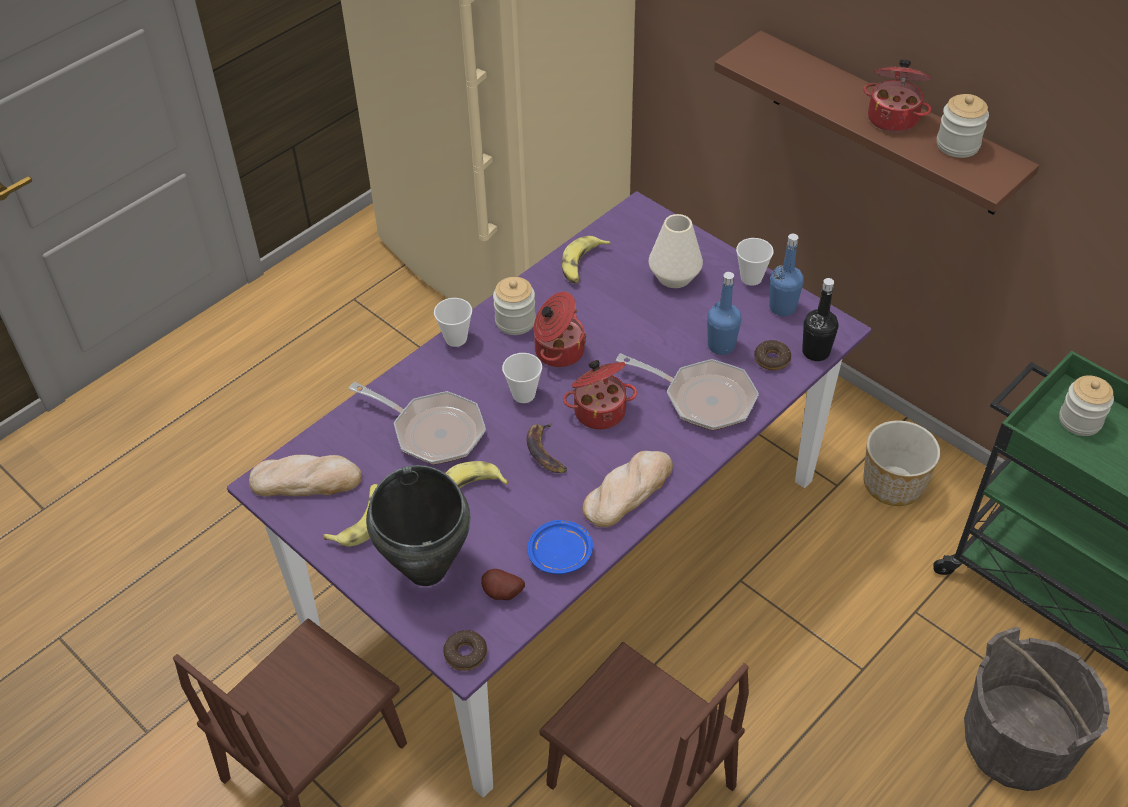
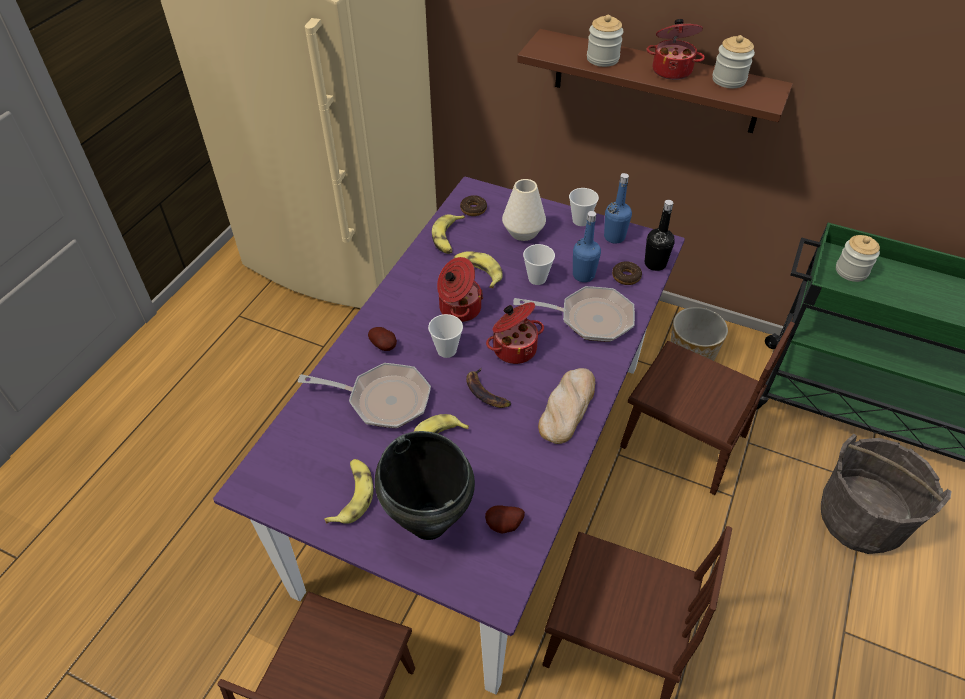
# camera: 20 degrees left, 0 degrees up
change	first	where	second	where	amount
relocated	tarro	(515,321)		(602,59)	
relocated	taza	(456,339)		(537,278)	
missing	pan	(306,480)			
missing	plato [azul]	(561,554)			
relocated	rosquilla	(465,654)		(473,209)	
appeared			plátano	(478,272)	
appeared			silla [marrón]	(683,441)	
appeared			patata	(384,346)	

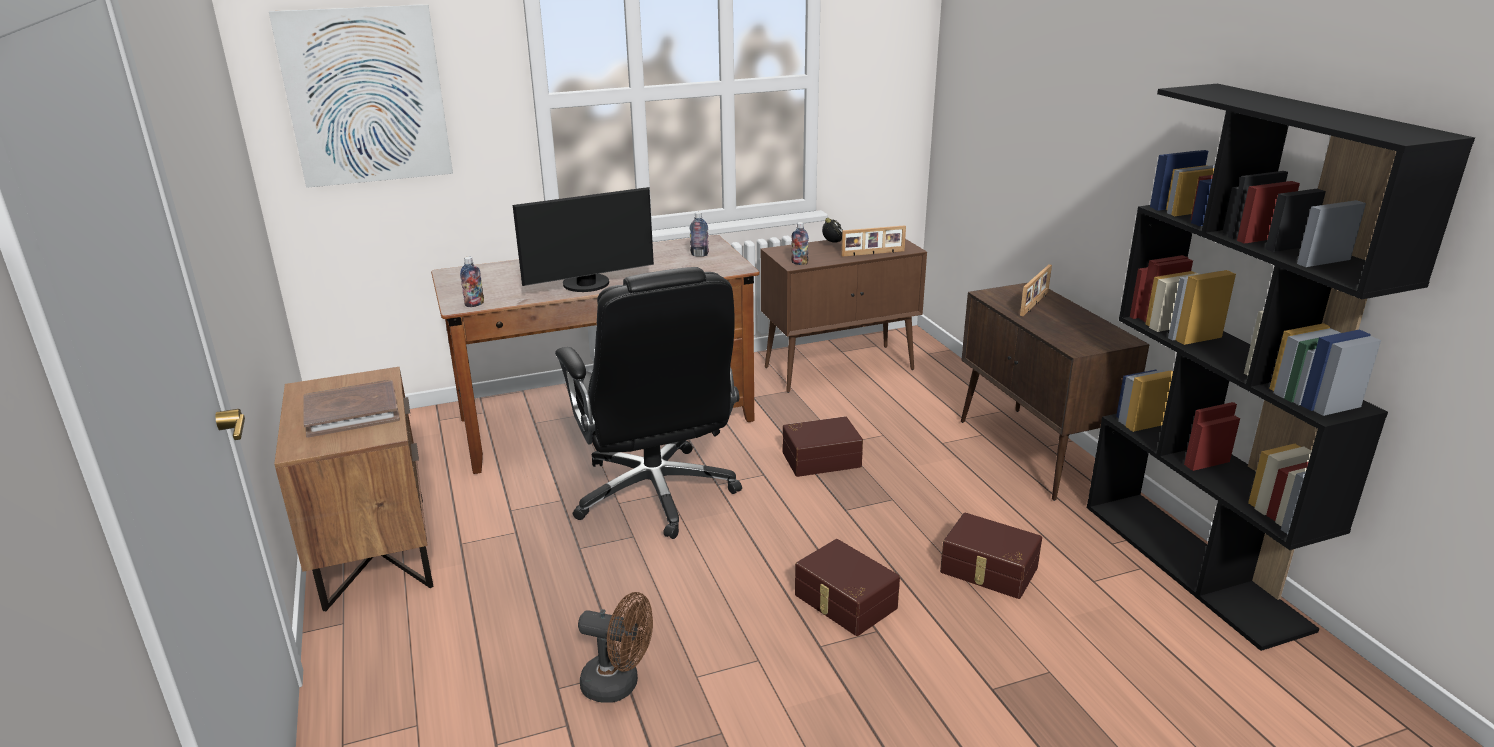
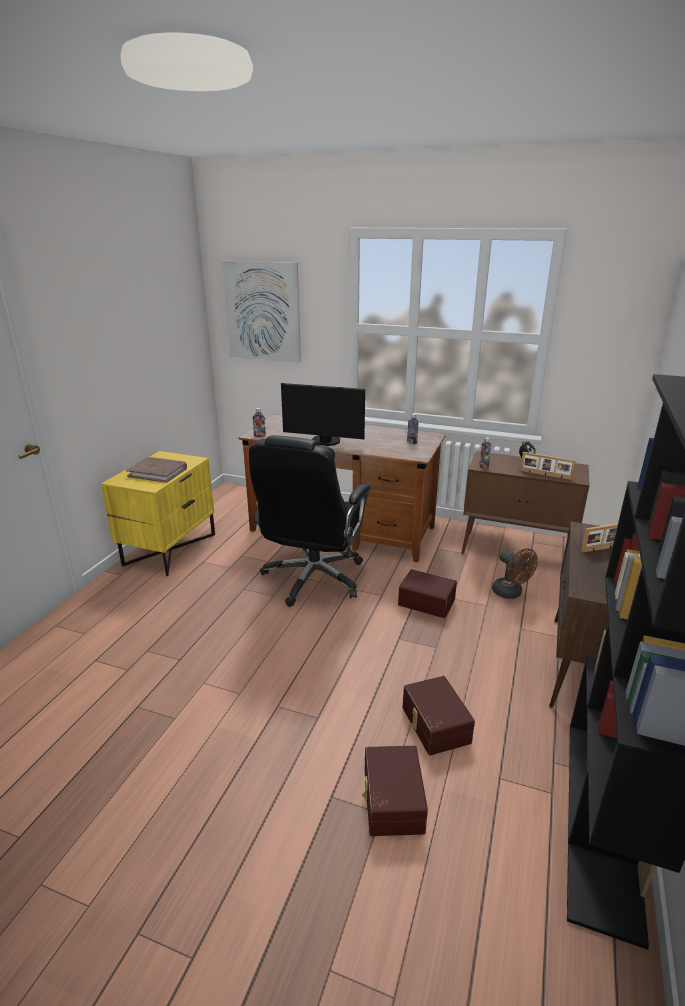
# camera: 40 degrees right, 0 degrees up
change	first	where	second	where	amount
colour	mesita de noche [marrón]	(374,552)	mesita de noche [amarillo]	(169,549)	
relocated	caja de almacenaje [marrón]	(844,602)		(391,800)	
relocated	ventilador [marrón]	(619,685)		(510,593)	

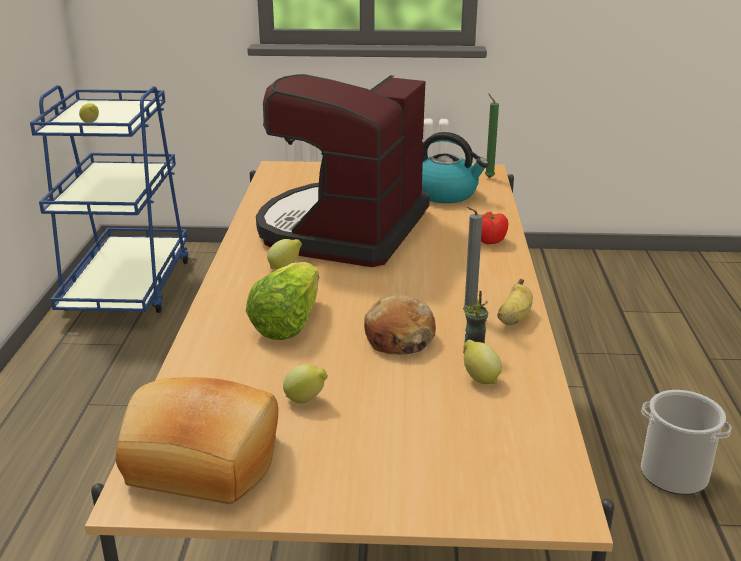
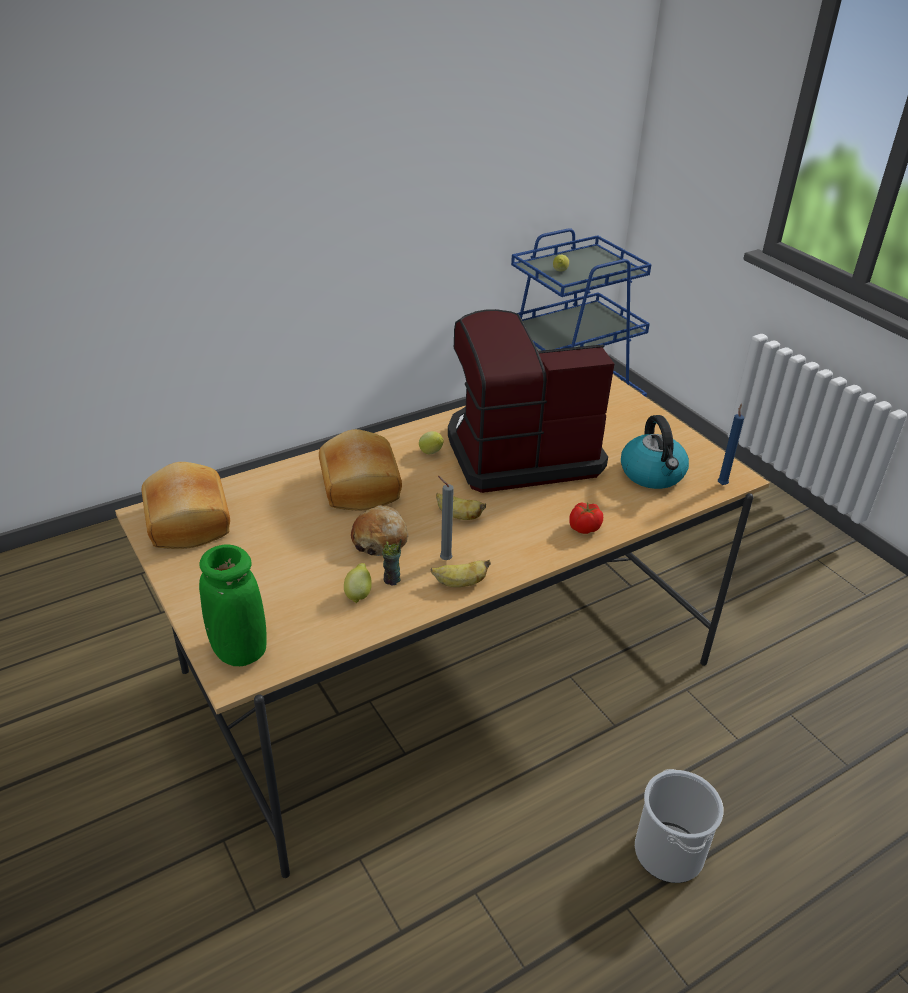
# camera: 55 degrees right, 10 degrees up
change	first	where	second	where	amount
colour	vela [verde]	(488,177)	vela [azul]	(722,484)	
exchanged	lechuga	(287,323)	pan	(358,486)	
missing	limón	(306,400)			
appeared			plátano	(458,516)	
appeared			florero [verde]	(239,650)	

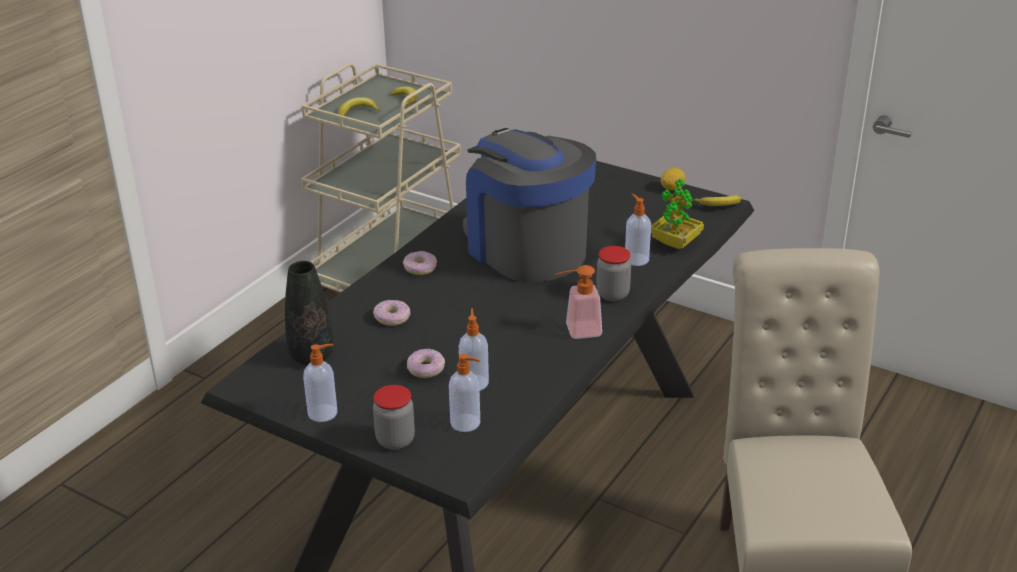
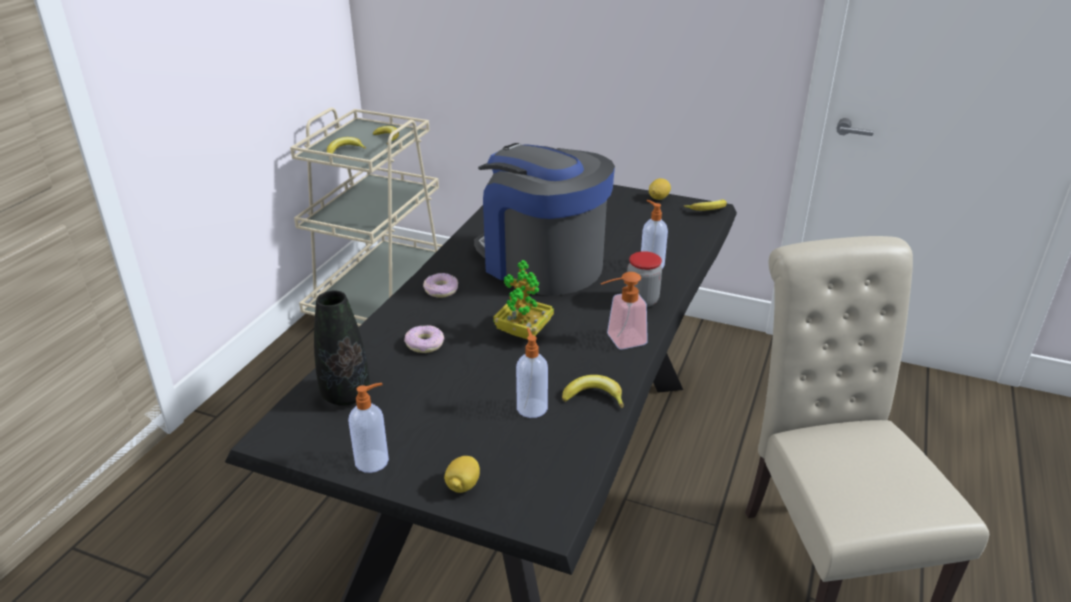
# camera: 10 degrees left, 0 degrees up
change	first	where	second	where	amount
relocated	planta en maceta	(675,242)		(524,331)	
missing	rosquilla	(426,368)			
missing	dispensador de jabón	(466,423)			
exchanged	tarro	(395,440)	limón	(463,486)	
appeared			plátano	(593,396)	

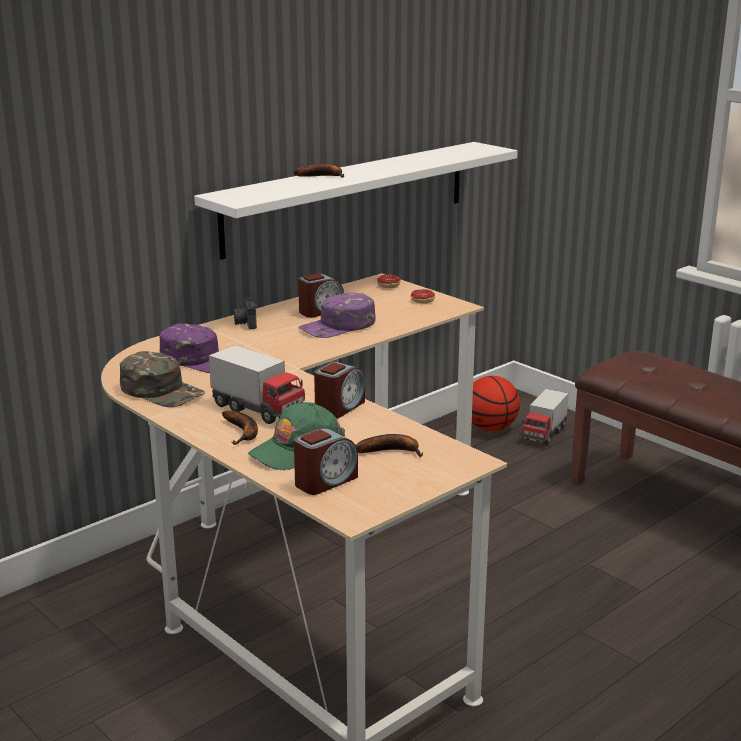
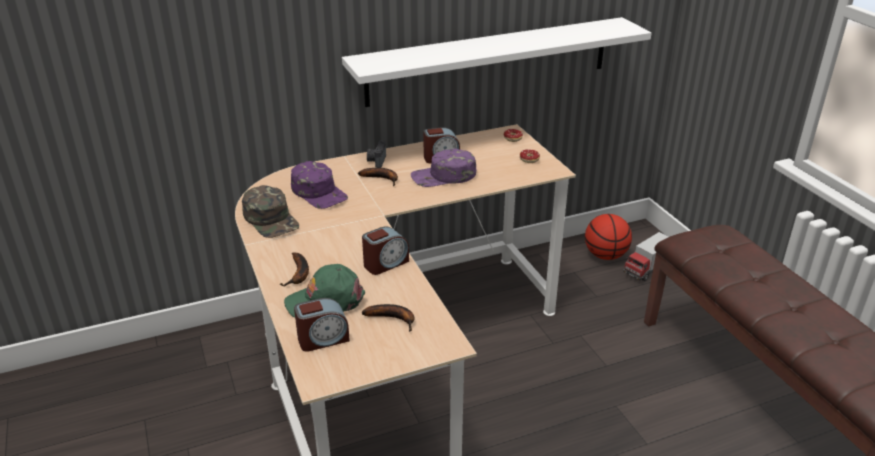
# camera: 20 degrees right, 10 degrees up
change	first	where	second	where	amount
relocated	plátano	(322,176)		(382,178)	
missing	camión de juguete	(258,410)			

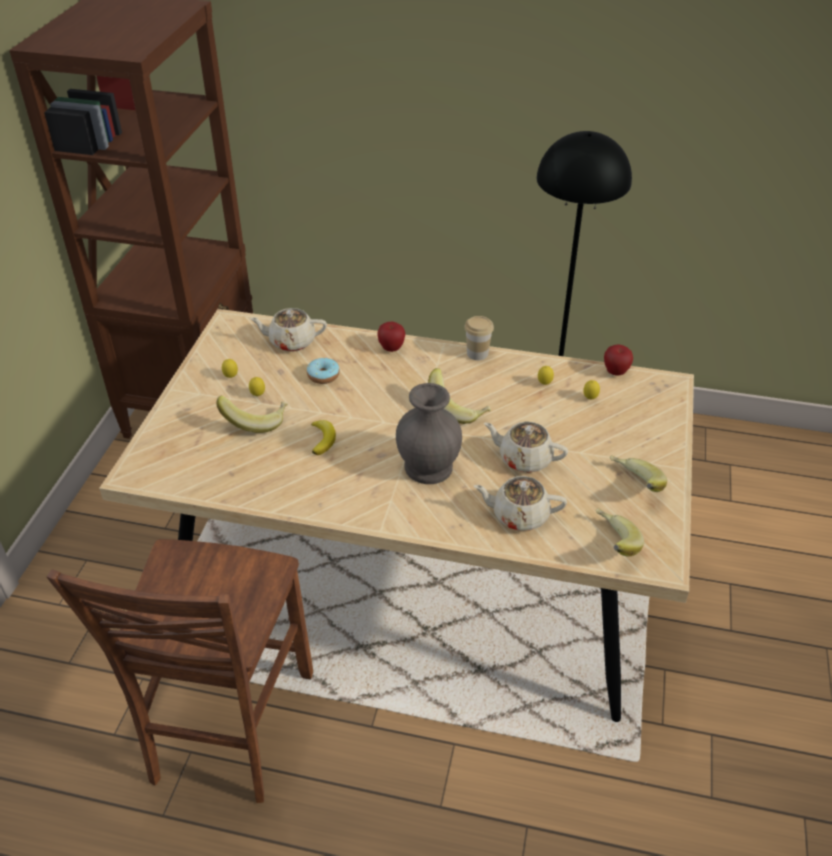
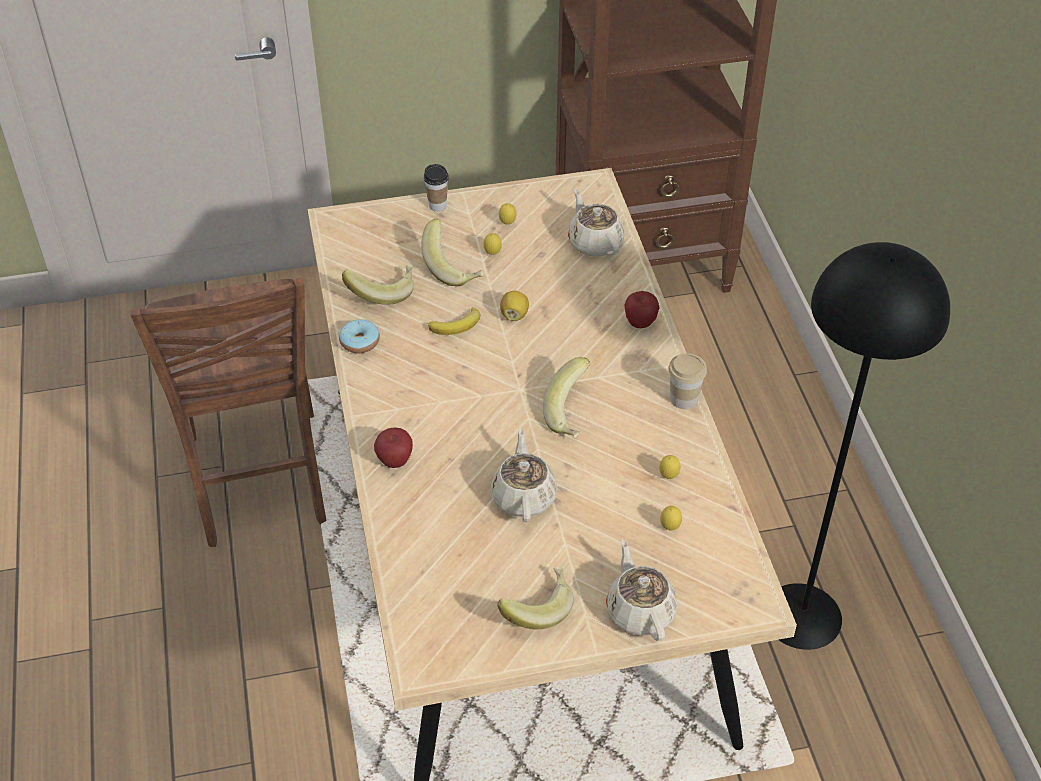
# camera: 65 degrees right, 5 degrees up
change	first	where	second	where	amount
relocated	manzana	(615,372)		(395,461)	
relocated	rosquilla	(323,376)		(360,342)	
missing	florero [gris]	(429,468)			
relocated	tetera [beis]	(519,515)		(640,610)	
relocated	plátano	(611,544)		(382,292)	
spun	silla [marrón]	(228,728)		(257,481)	90 degrees counterclockwise
appeared			taza	(437,206)	
appeared			limón	(514,315)	

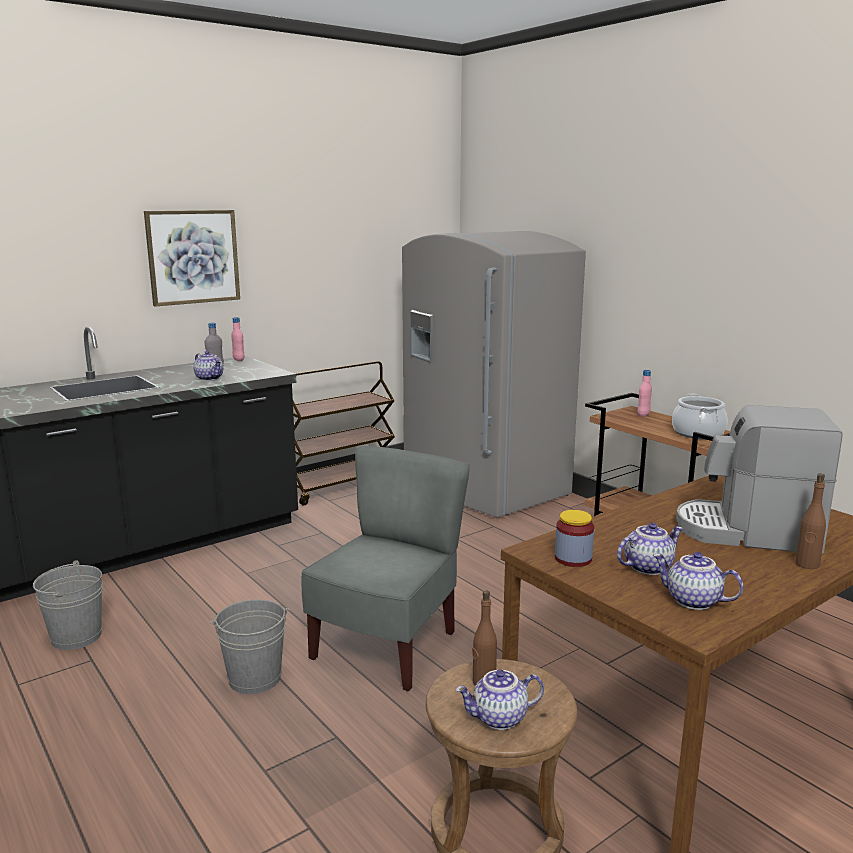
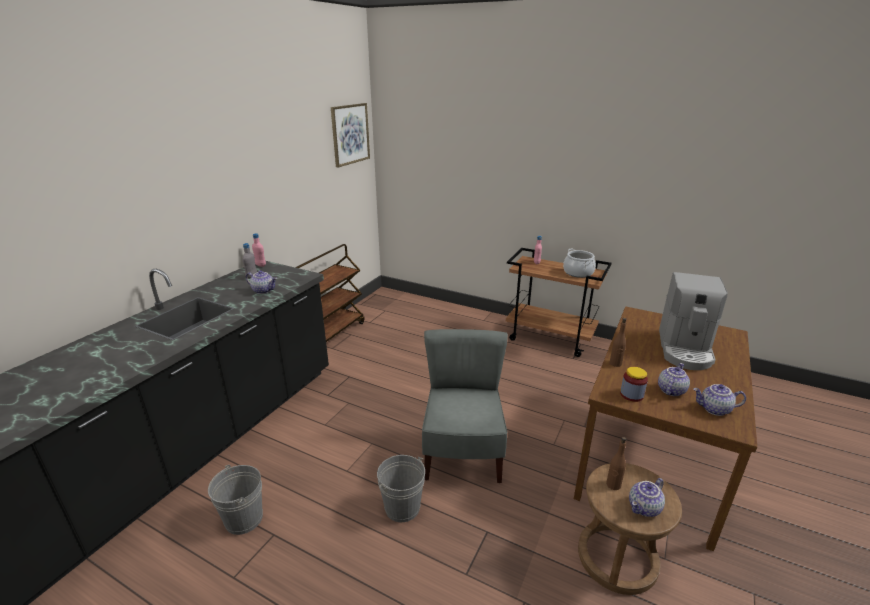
# camera: 25 degrees left, 10 degrees up
change	first	where	second	where	amount
relocated	cuadro	(193,257)		(350,134)	
missing	nevera [gris]	(482,487)			
spun	cafetera	(747,532)		(685,349)	60 degrees counterclockwise
relocated	botella [marrón]	(807,564)		(615,363)	

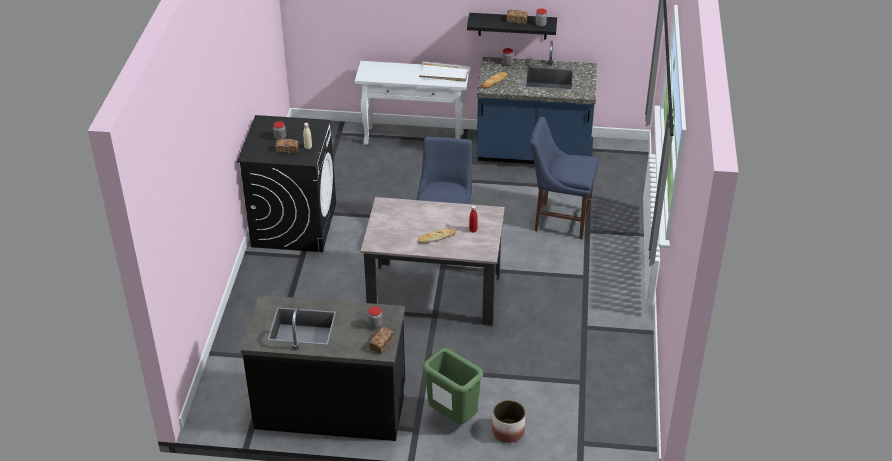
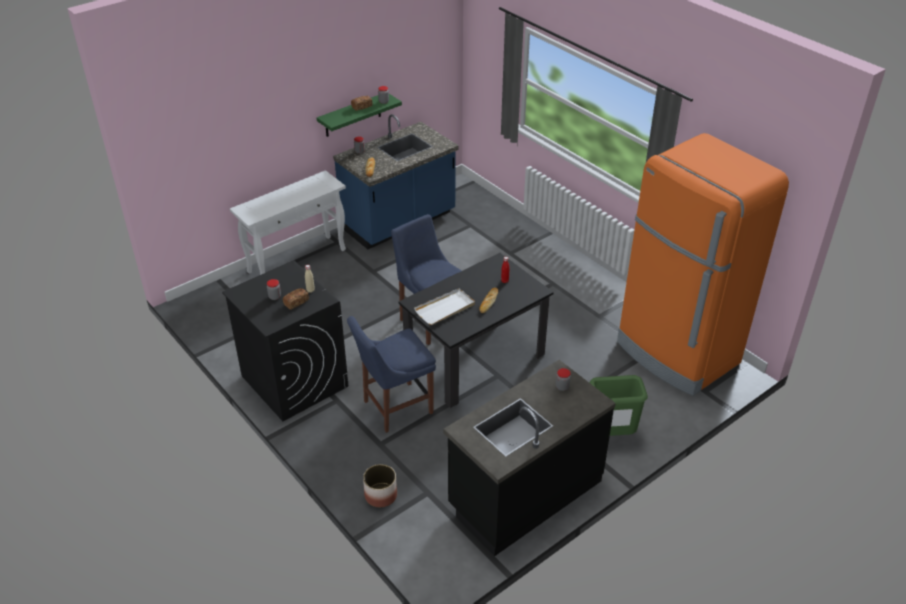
# camera: 45 degrees left, 0 degrees up
change	first	where	second	where	amount
colour	estante [negro]	(512,26)	estante [verde]	(353,115)	
relocated	bandeja [blanco]	(444,74)		(445,308)	
relocated	silla [azul]	(559,220)		(394,408)	
colour	mesa de comedor [beis]	(434,294)	mesa de comedor [negro]	(475,360)	
missing	pan	(382,344)			
relocated	maceta	(508,431)		(381,495)	
appeared			nevera [naranja]	(677,353)	

